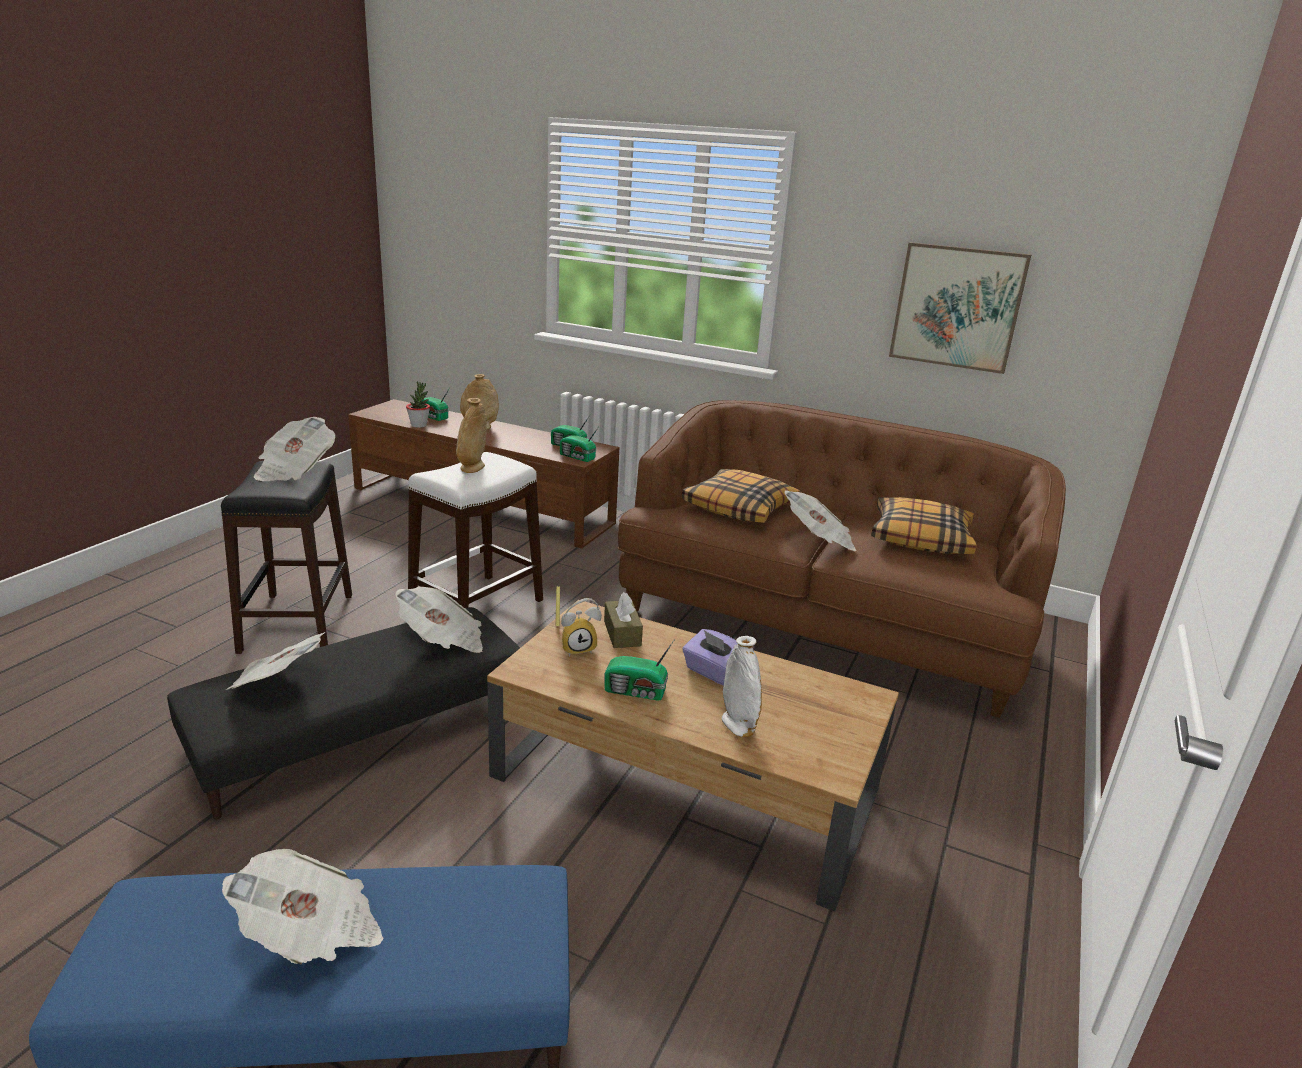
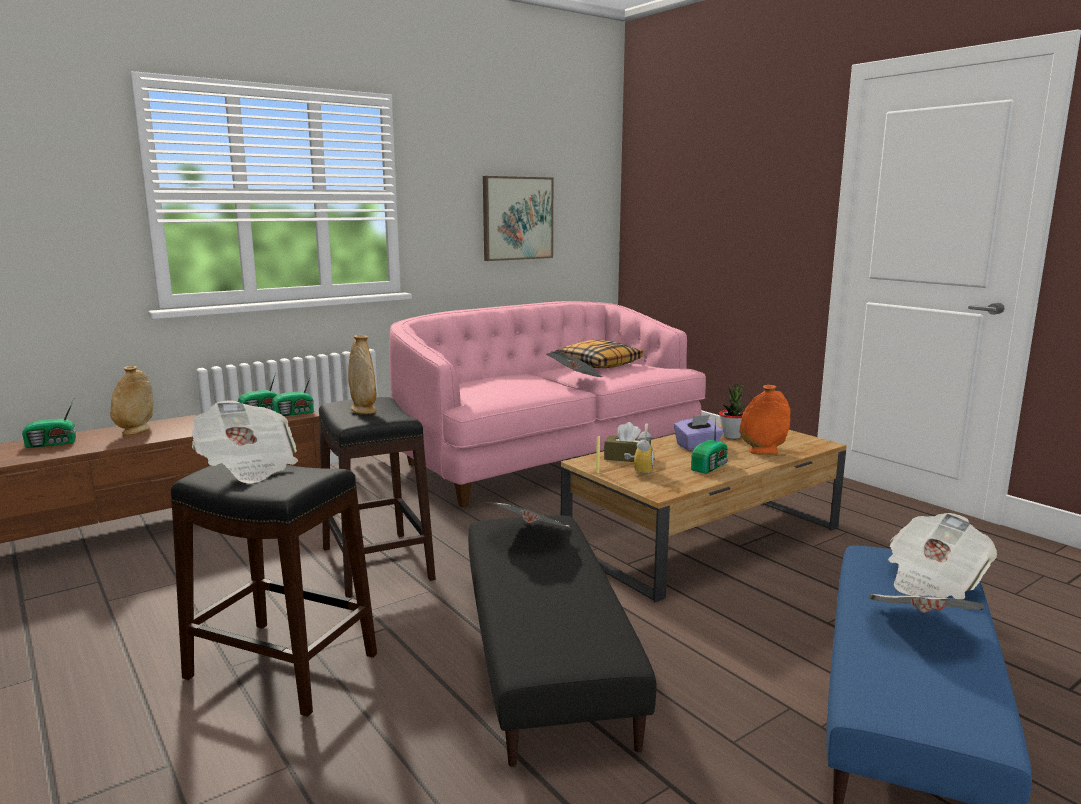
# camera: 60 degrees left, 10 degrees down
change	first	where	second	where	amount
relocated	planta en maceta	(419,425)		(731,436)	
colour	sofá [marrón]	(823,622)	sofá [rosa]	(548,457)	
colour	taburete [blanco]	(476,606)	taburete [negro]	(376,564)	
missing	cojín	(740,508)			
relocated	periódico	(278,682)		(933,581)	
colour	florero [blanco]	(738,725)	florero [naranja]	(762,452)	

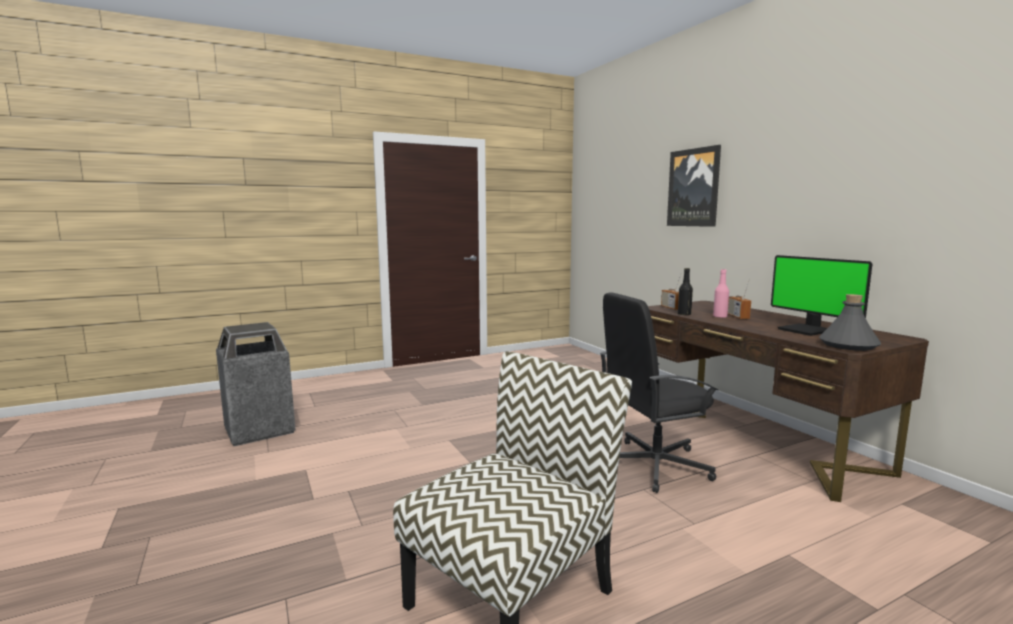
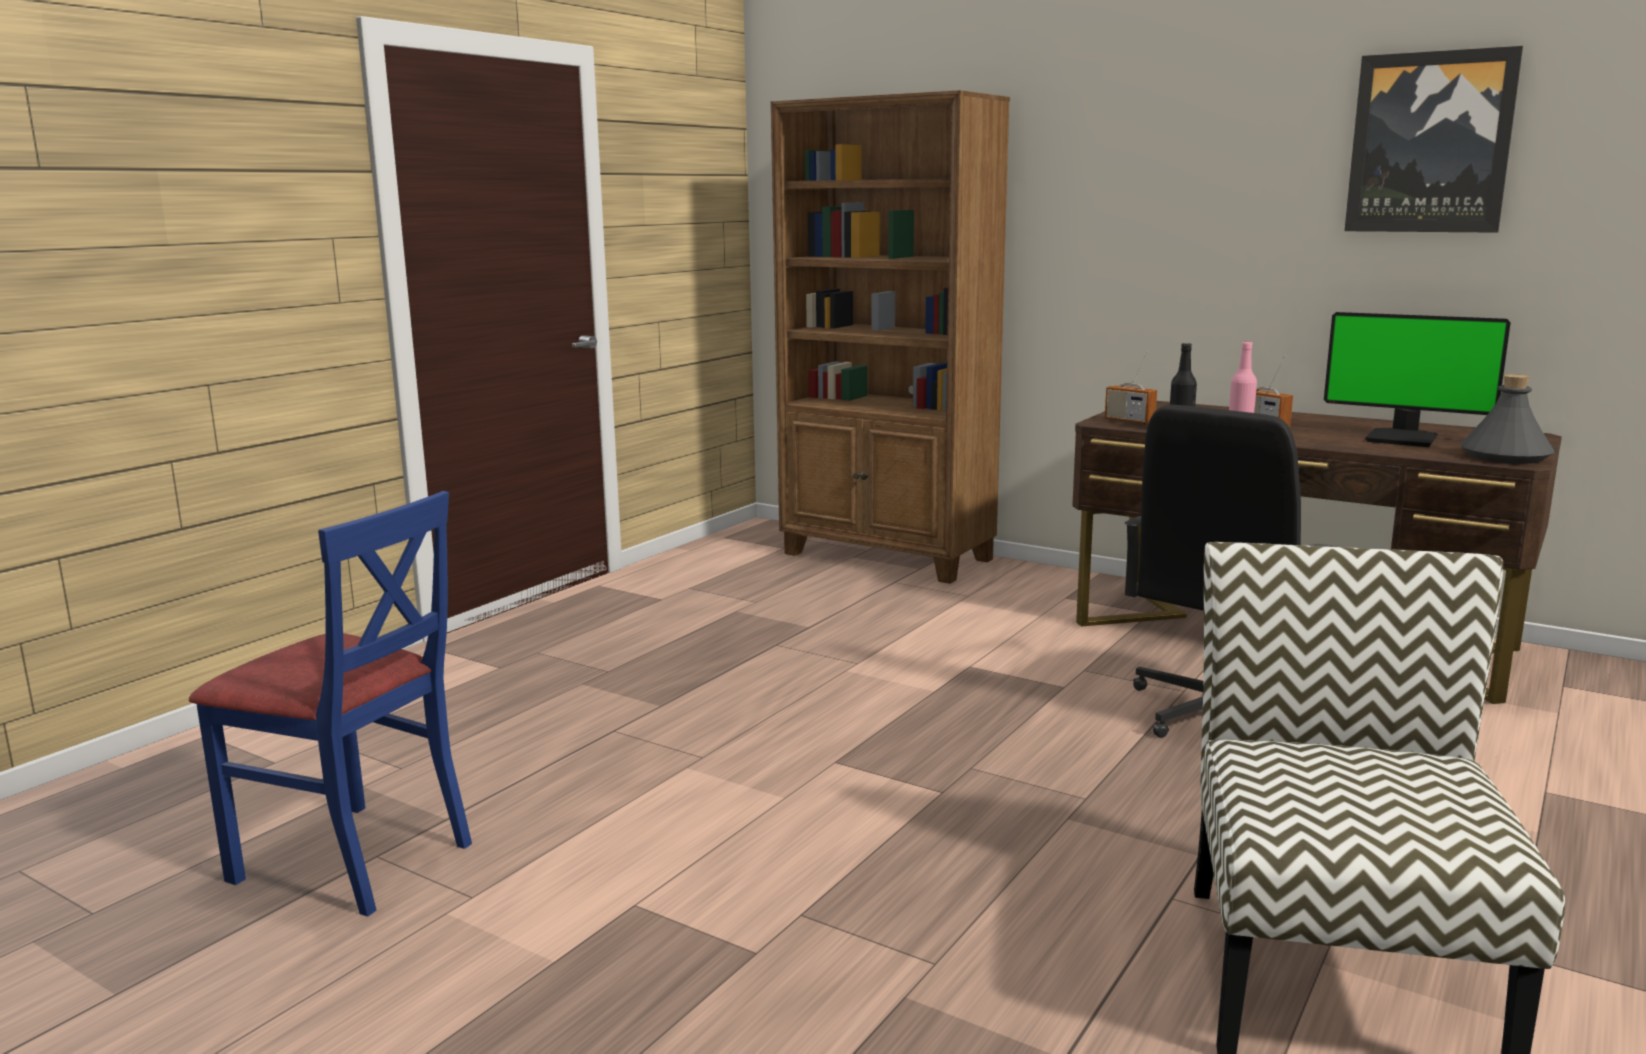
# camera: 30 degrees left, 5 degrees up
change	first	where	second	where	amount
relocated	cuadro	(693,187)		(1430,143)	
exchanged	papelera	(259,430)	silla [azul]	(354,859)	
appeared			estantería [marrón]	(888,557)	

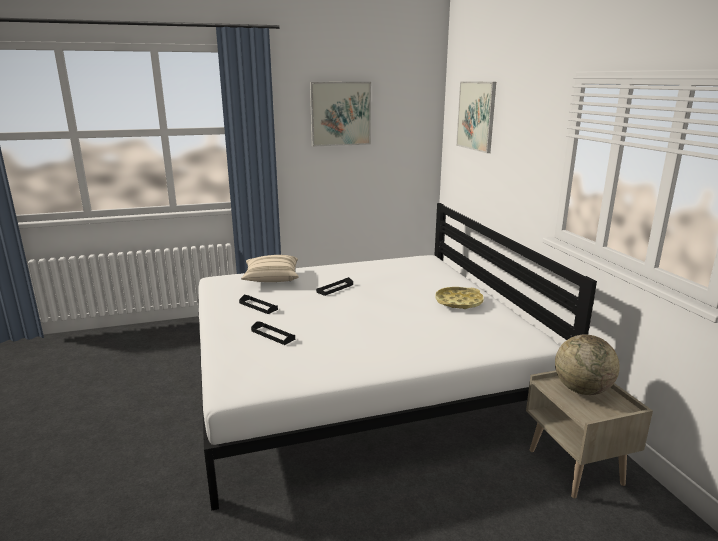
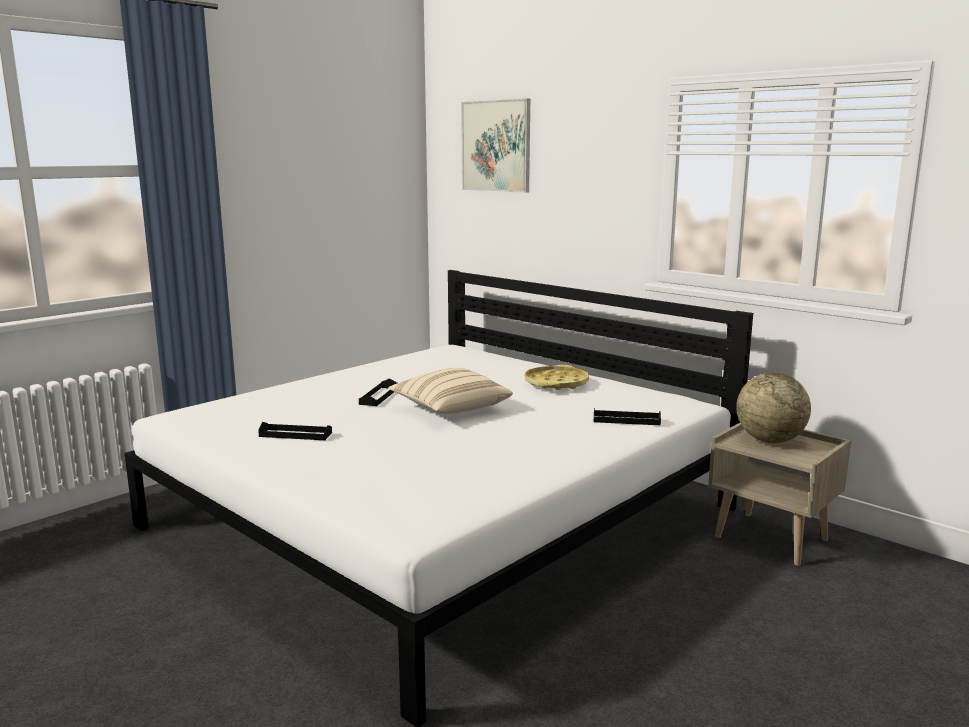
# camera: 30 degrees left, 5 degrees down
change	first	where	second	where	amount
missing	cuadro	(340,114)			
relocated	cojín [beis]	(271,279)		(450,409)	
relocated	bandeja [negro]	(273,335)		(626,420)	

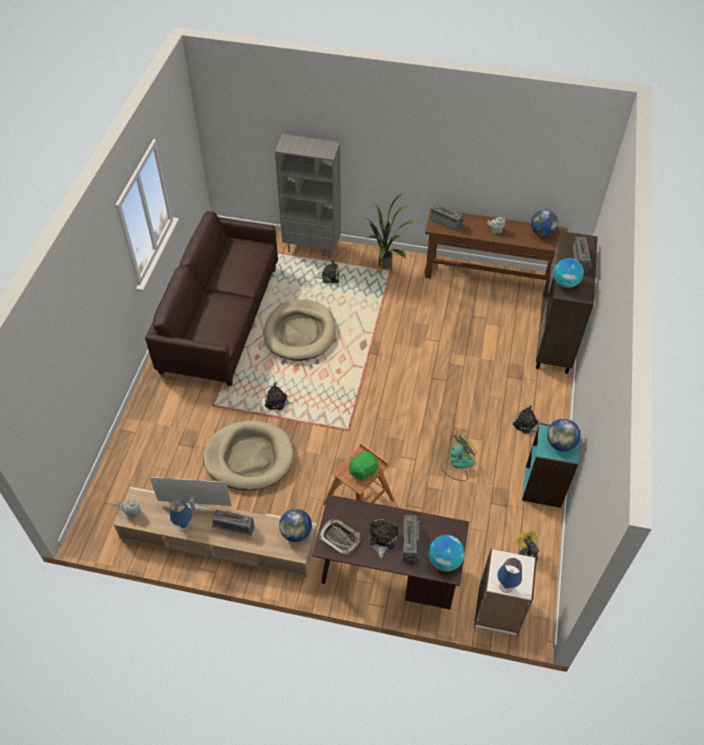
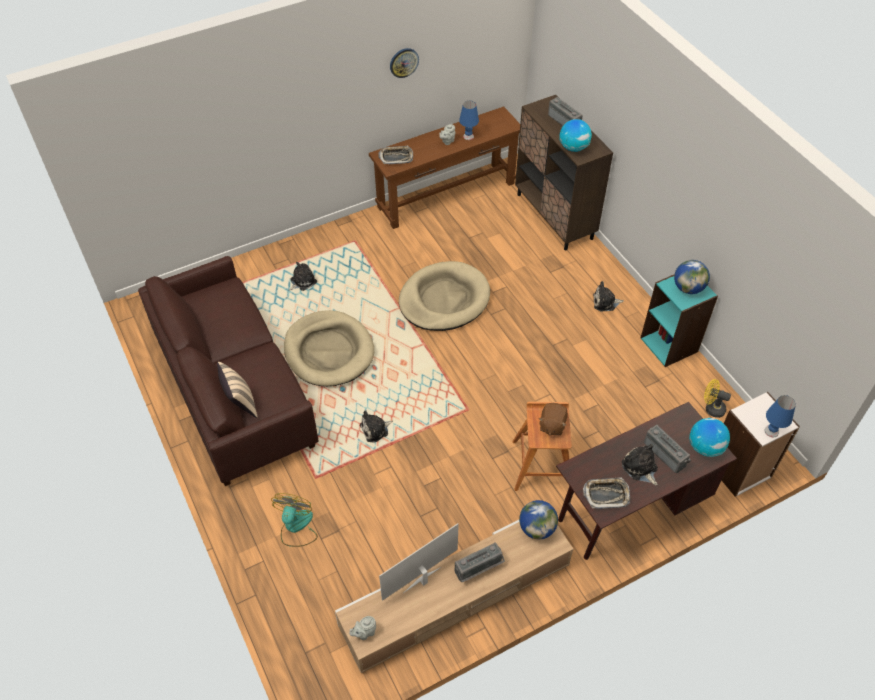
# camera: 40 degrees left, 0 degrees up
change	first	where	second	where	amount
missing	estantería [gris]	(312,247)			
missing	planta en maceta	(384,272)			
exchanged	radio	(446,221)	bandeja	(396,157)	
missing	globo terráqueo	(542,232)			
relocated	cama para perro [beis]	(249,457)		(444,299)	
relocated	ventilador	(457,464)		(296,527)	
colour	peluche [verde]	(363,470)	peluche [marrón]	(552,425)	
relocated	lámpara de mesa [azul]	(184,526)		(468,136)	
appeared			reloj de pared	(404,62)	
appeared			cojín [beis]	(240,403)	

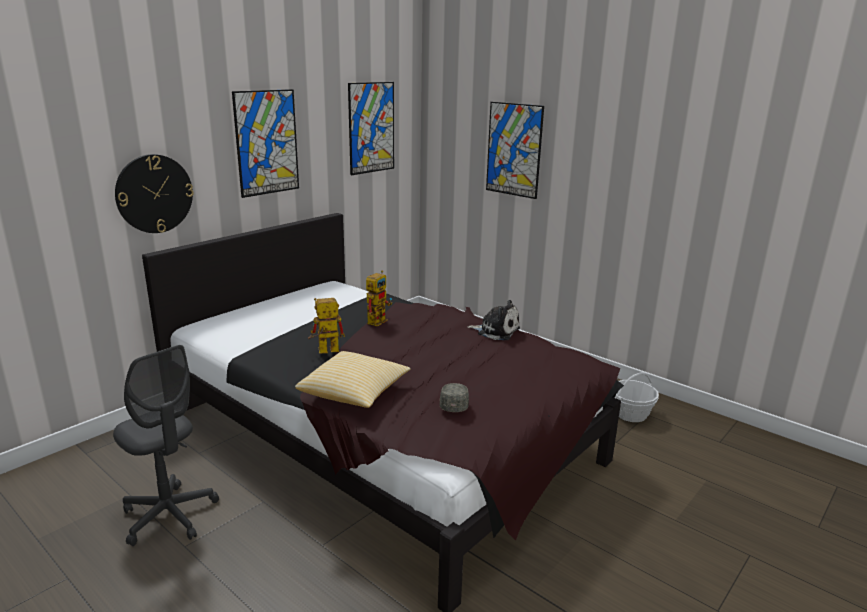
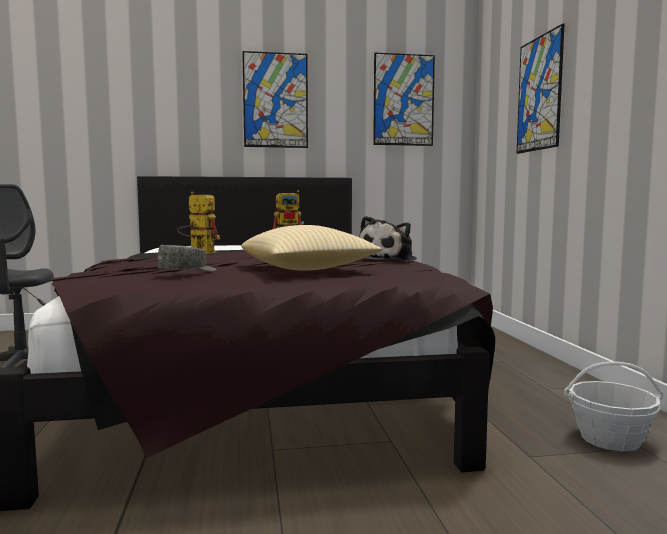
# camera: 40 degrees right, 15 degrees down
change	first	where	second	where	amount
missing	reloj de pared	(154,194)			
spun	peluche	(496,331)		(389,260)	60 degrees clockwise
relocated	cojín	(354,393)		(307,270)	

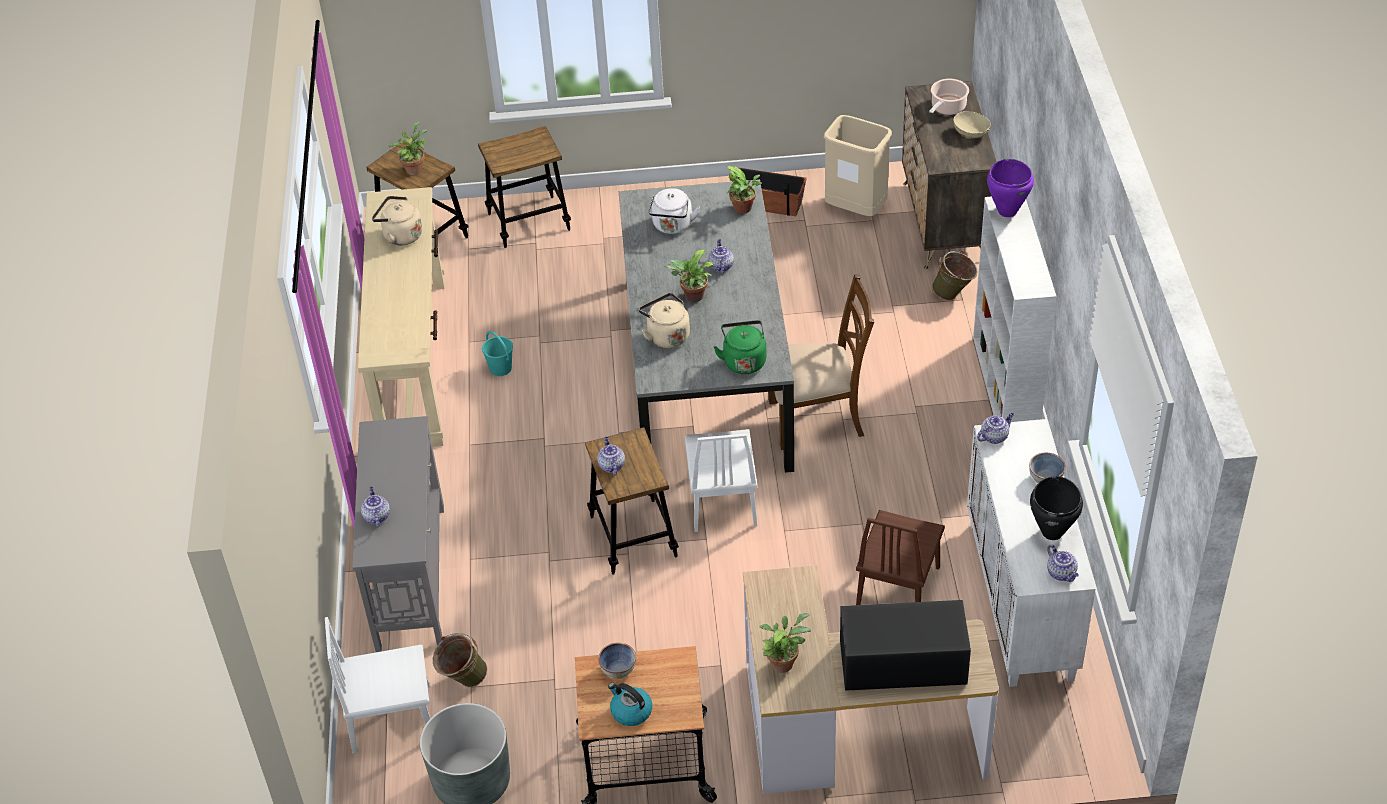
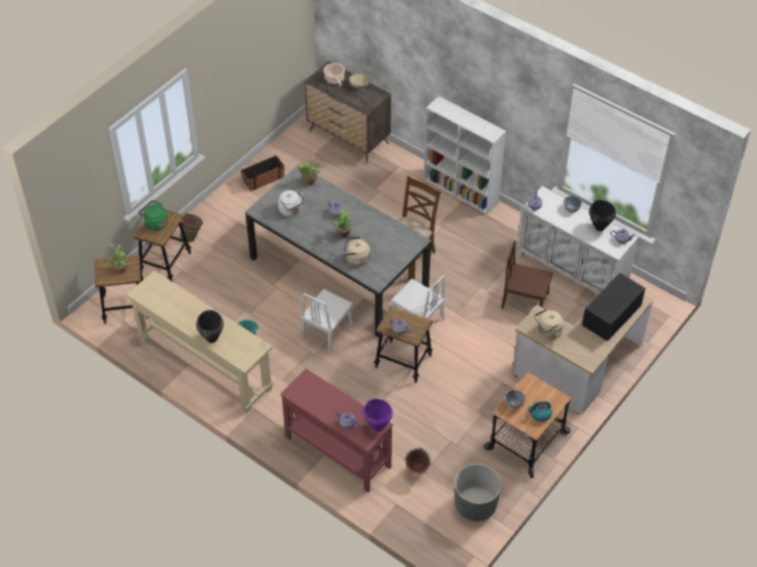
# camera: 50 degrees left, 5 degrees up
change	first	where	second	where	amount
missing	papelera [beis]	(856,210)			
relocated	olla [morado]	(1007,211)		(378,427)	
relocated	hervidor [beis]	(400,235)		(548,331)	
relocated	cubo [verde]	(954,295)		(192,236)	
relocated	hervidor [verde]	(743,360)		(155,223)	
colour	mesa consola [gris]	(411,576)	mesa consola [rojo]	(337,451)	
spun	silla [marrón]	(898,587)		(525,300)	135 degrees clockwise
missing	planta en maceta	(783,662)			
relocated	silla [blanco]	(391,718)		(327,330)	
appeared			olla [negro]	(212,338)	

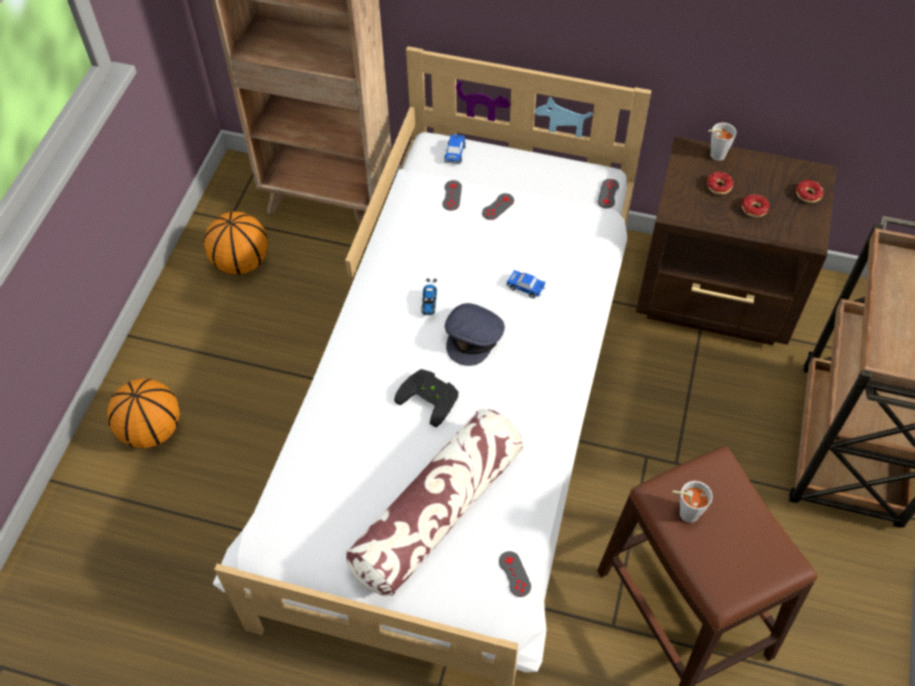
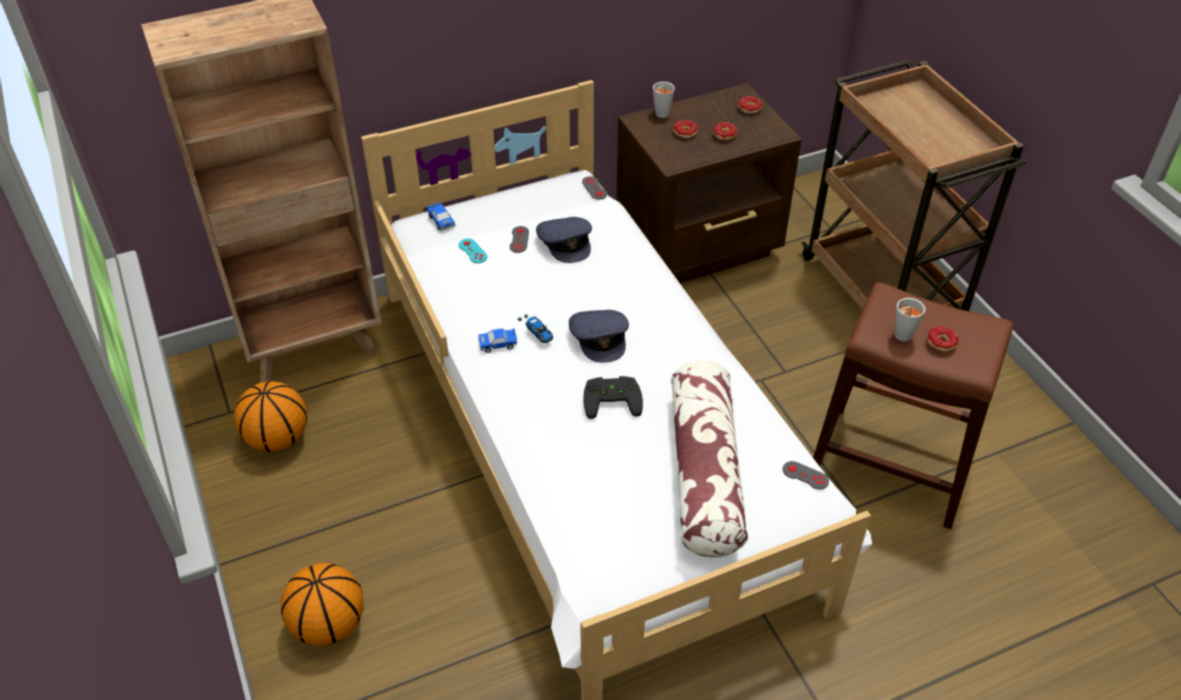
# camera: 40 degrees left, 10 degrees down
change	first	where	second	where	amount
colour	mando de consola [gris]	(452,195)	mando de consola [turquesa]	(472,251)	
relocated	coche de juguete	(526,287)		(498,344)	
appeared			gorra [gris]	(566,242)	
appeared			rosquilla	(937,345)	

